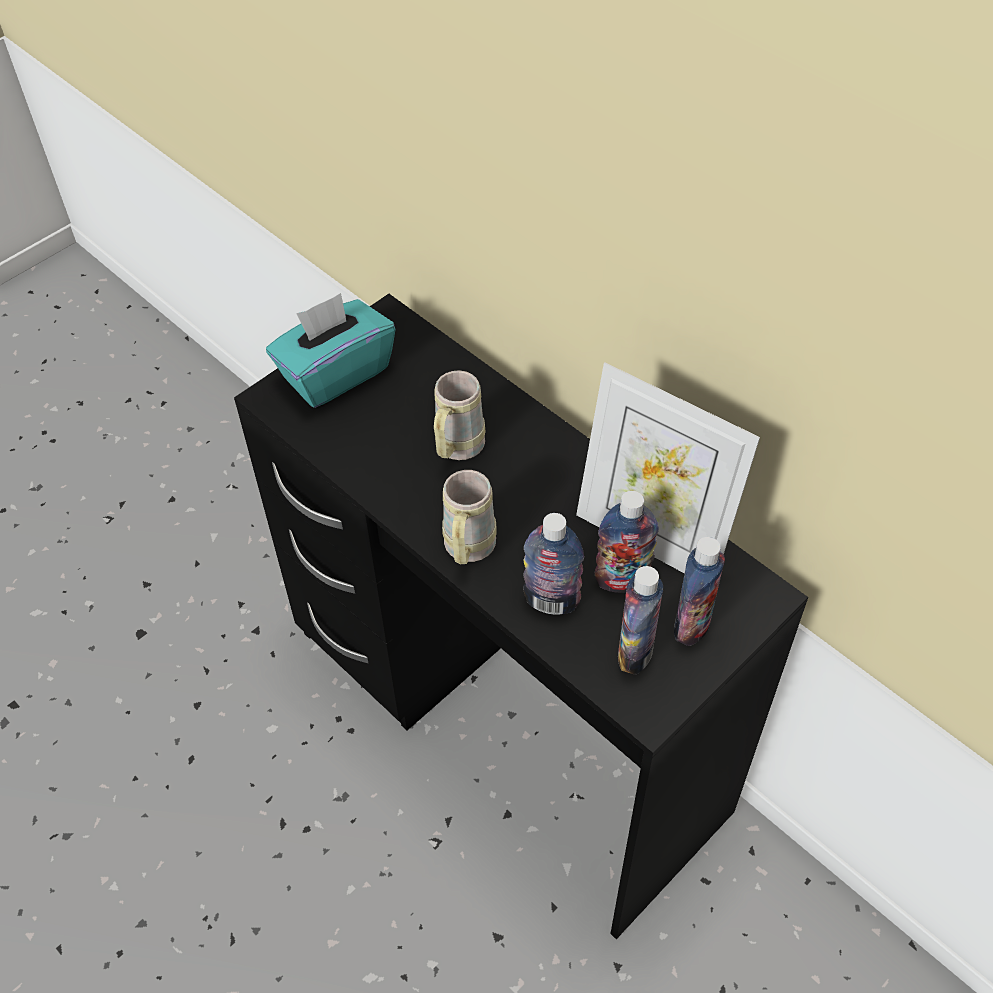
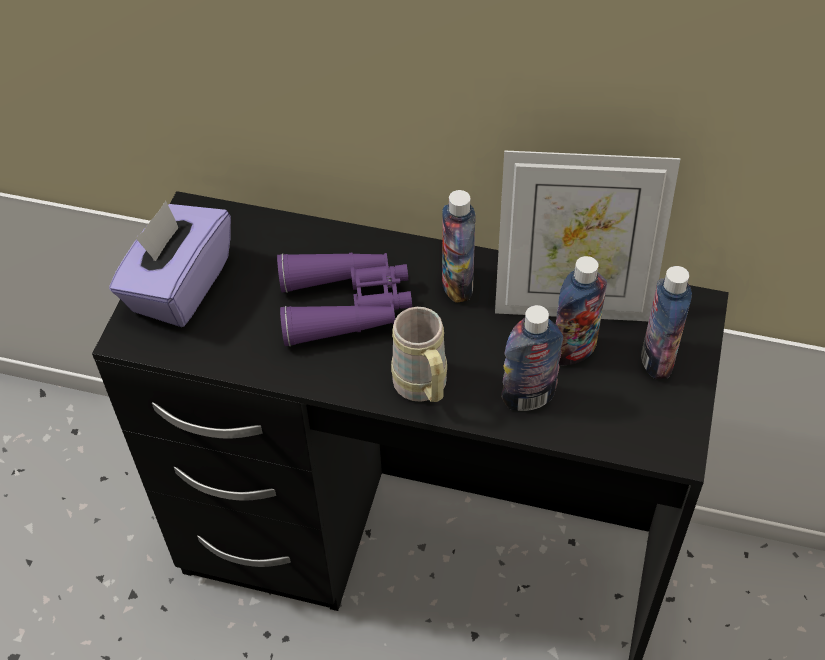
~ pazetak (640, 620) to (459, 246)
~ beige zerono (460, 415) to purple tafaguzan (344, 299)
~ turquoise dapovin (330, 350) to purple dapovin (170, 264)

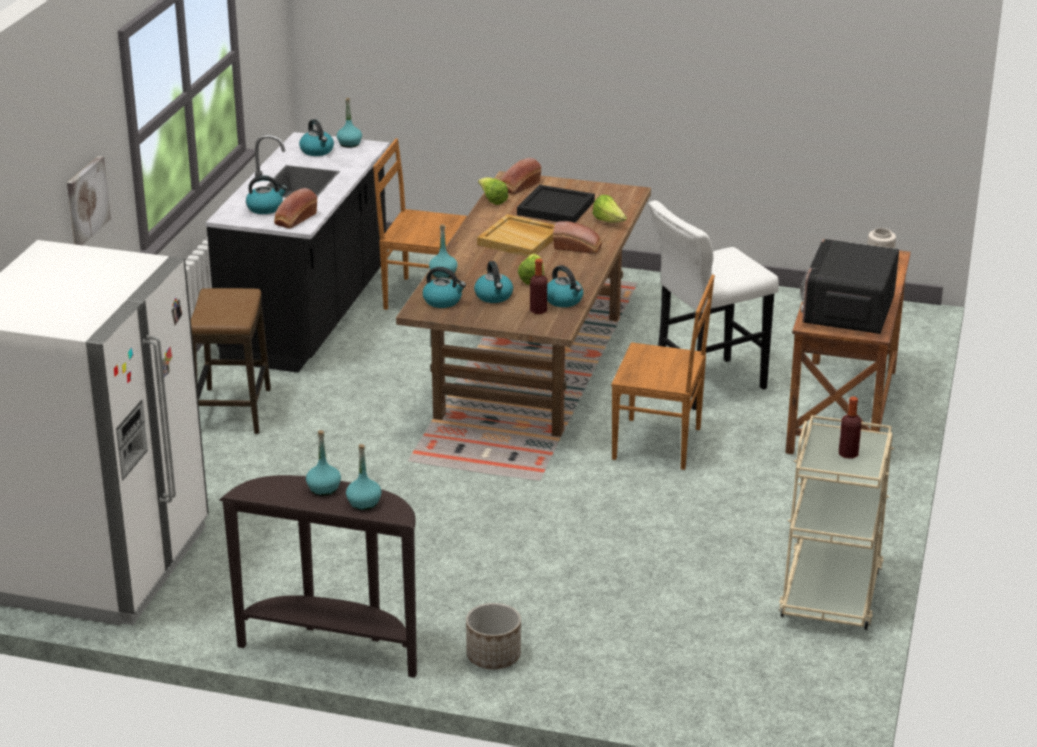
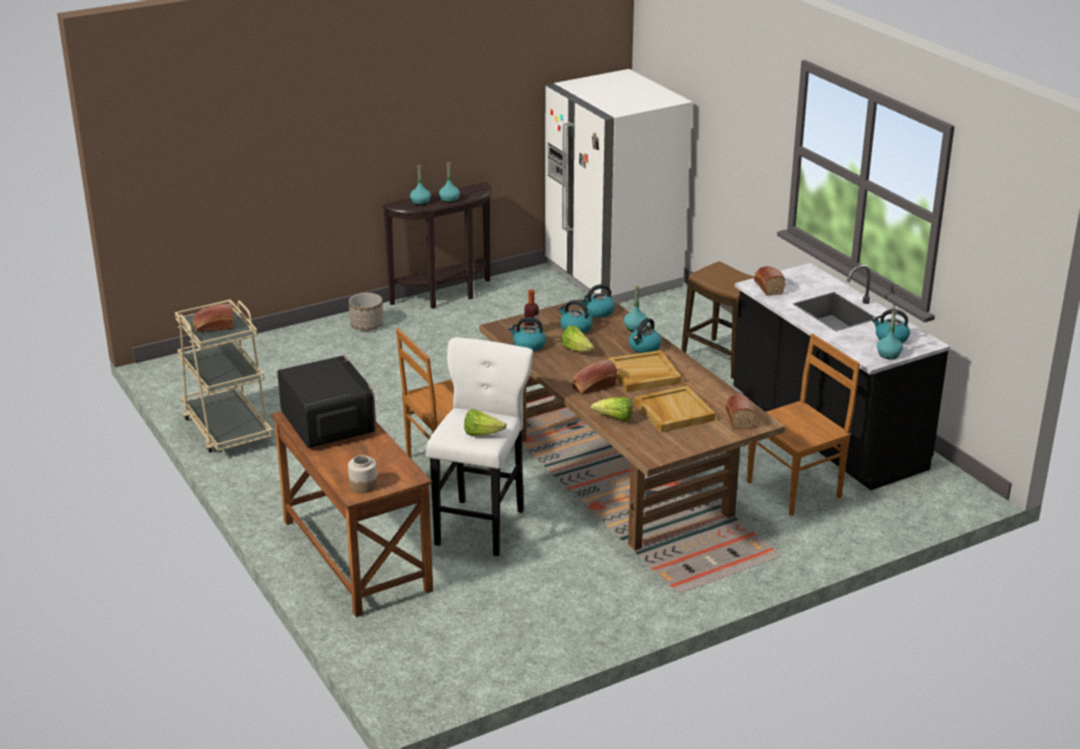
- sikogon (89, 200)
~ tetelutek (267, 195) to (645, 335)
~ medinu (493, 191) to (485, 422)
~ pazetak (850, 427) to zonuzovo (213, 318)
~ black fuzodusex (556, 204) to beige fuzodusex (675, 409)

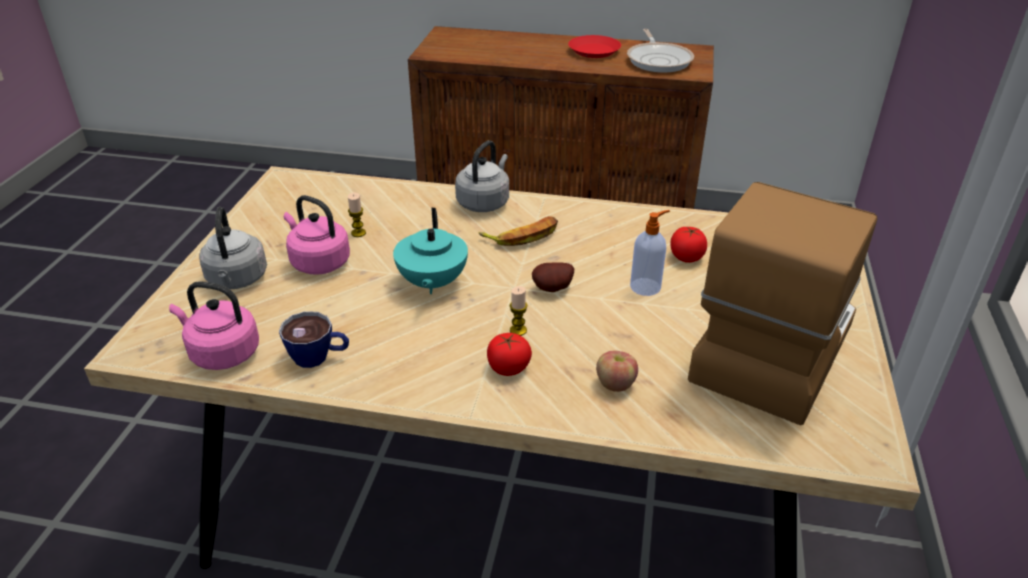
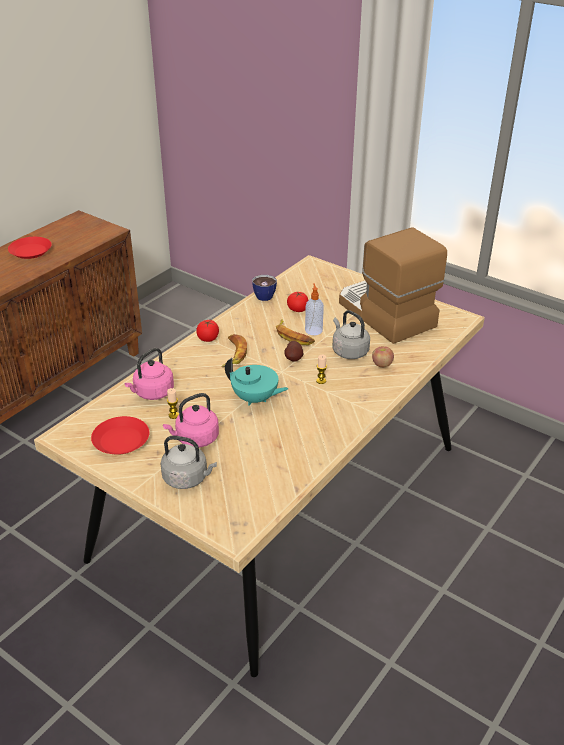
- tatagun (660, 51)
+ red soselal (120, 435)
+ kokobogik (295, 332)
~ pink tetelutek (214, 325) to (149, 374)
~ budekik (314, 339) to (264, 288)
~ grey tetelutek (482, 176) to (351, 334)
~ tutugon (509, 354) to (207, 331)

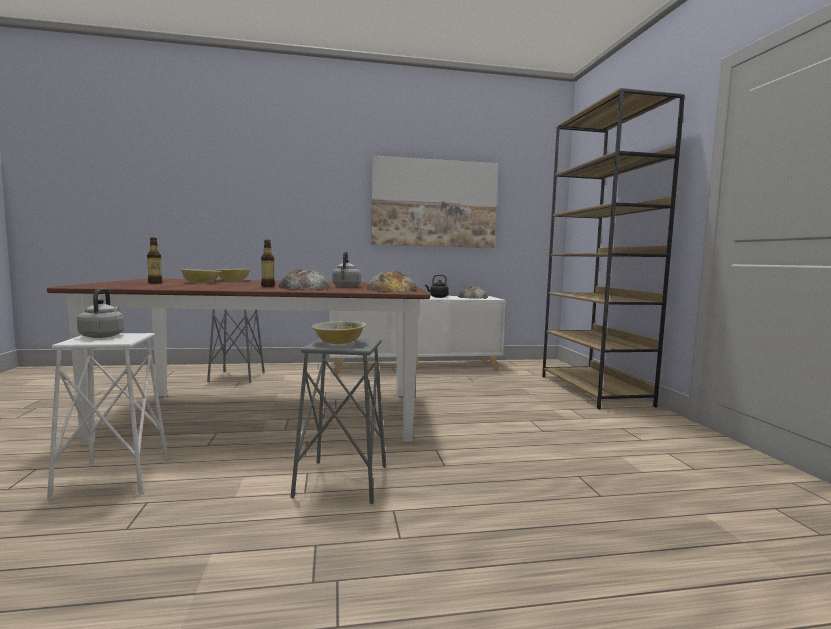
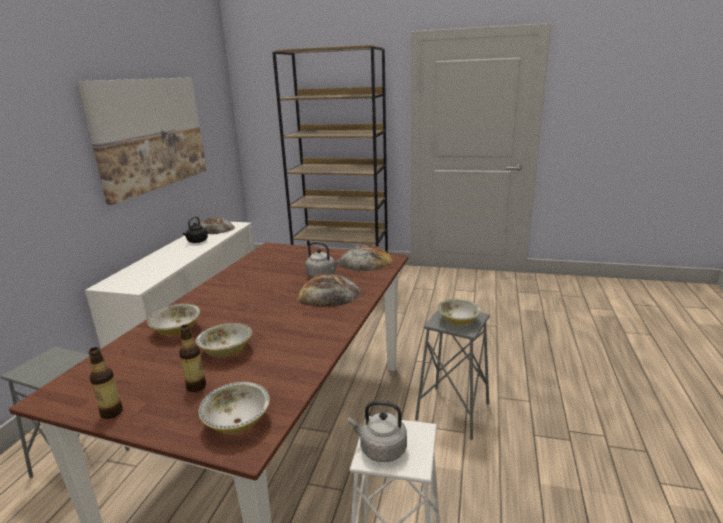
+ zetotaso (234, 408)
~ pazetak (268, 263) to (105, 383)

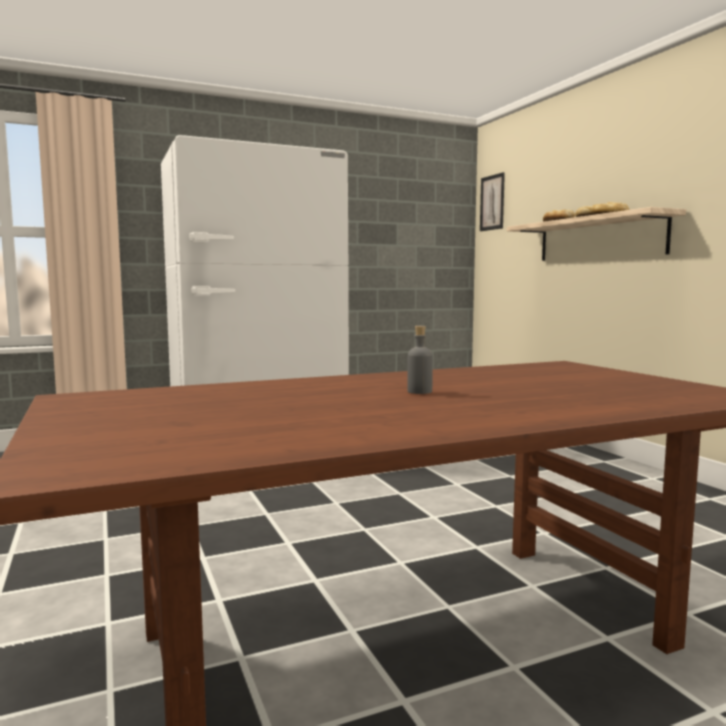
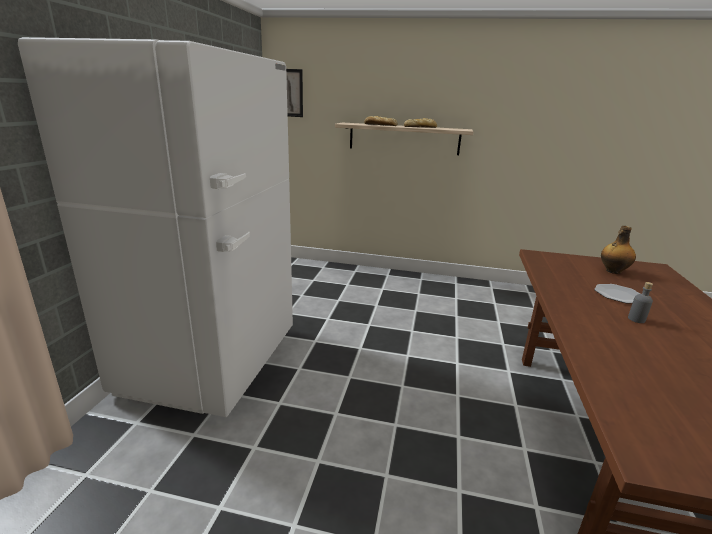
+ soselal (617, 293)
+ pazetak (618, 250)

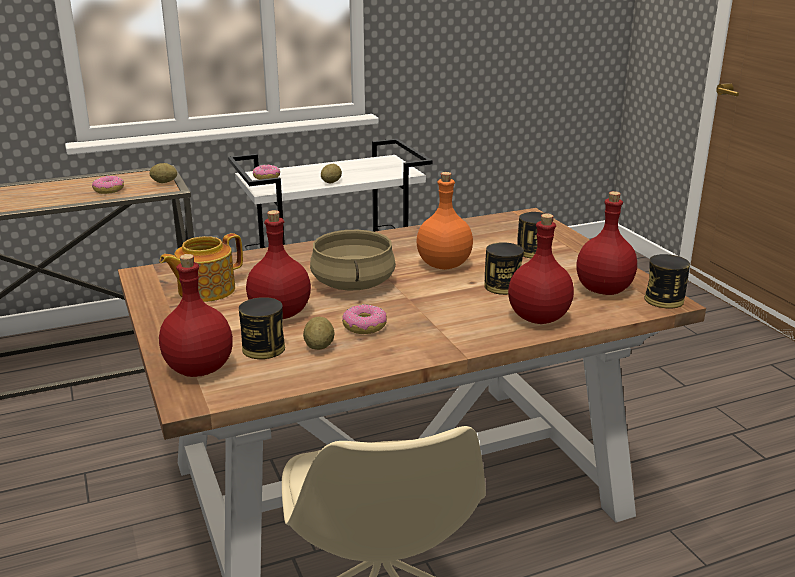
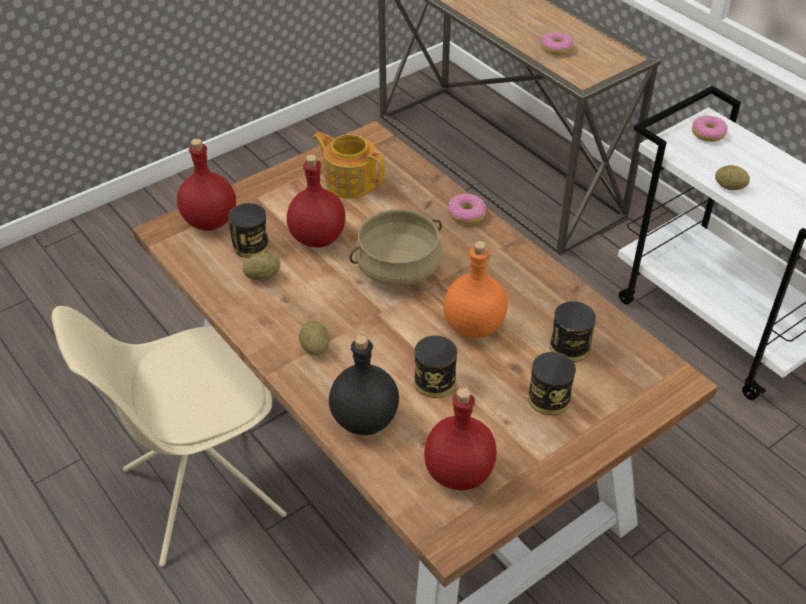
~ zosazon (163, 173) to (314, 338)
~ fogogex (364, 319) to (467, 209)
~ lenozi (667, 281) to (573, 331)
~ red pazetak (541, 269) to black pazetak (364, 384)

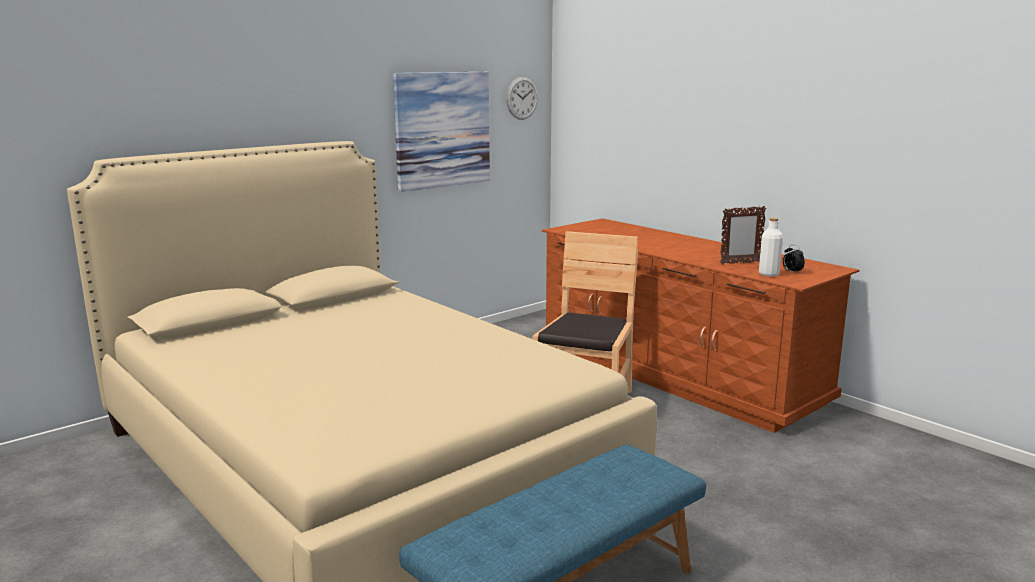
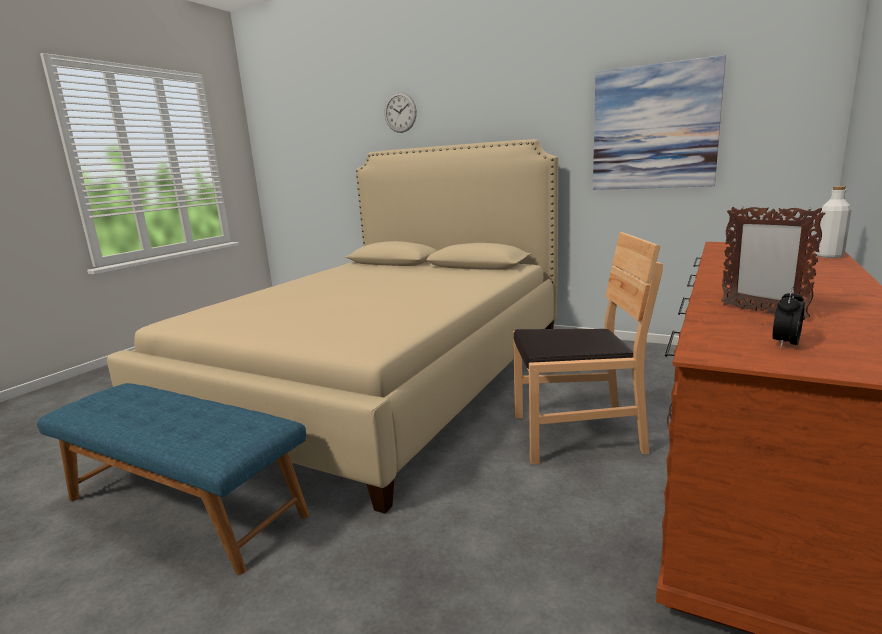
~ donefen (522, 98) to (400, 112)
~ white pazetak (771, 247) to (833, 222)

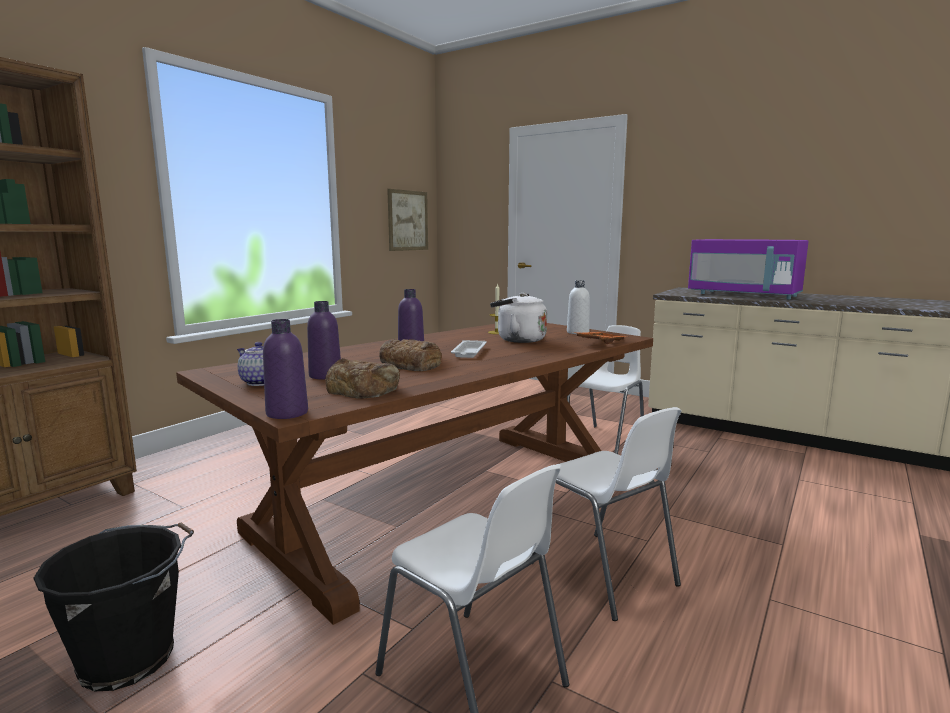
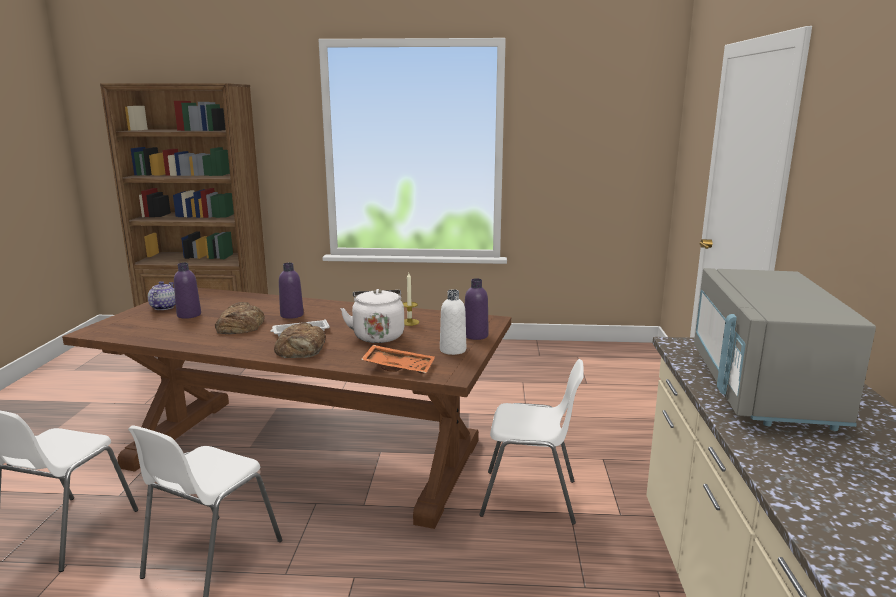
- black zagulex (113, 607)
- sikogon (407, 220)
~ purple pazetak (285, 369) to (477, 309)
~ zonuzovo (362, 378) to (300, 340)
~ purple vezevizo (748, 269) to grey vezevizo (785, 349)

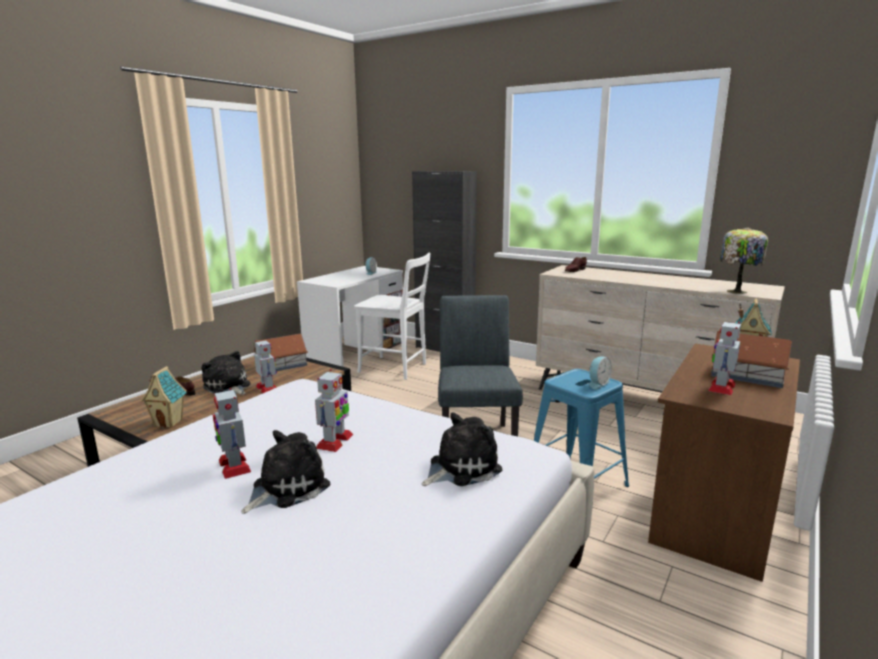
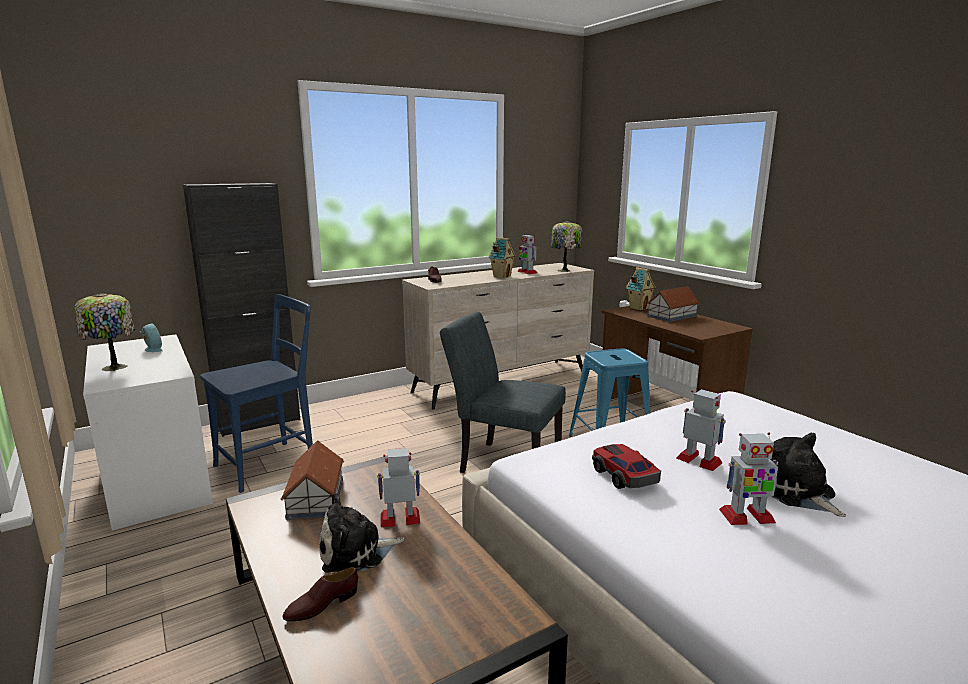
- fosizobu (462, 449)
- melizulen (600, 373)
+ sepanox (104, 332)
+ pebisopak (626, 466)
~ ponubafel (164, 397) to (502, 257)
~ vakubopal (724, 358) to (527, 254)
~ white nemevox (392, 316) to blue nemevox (256, 393)

